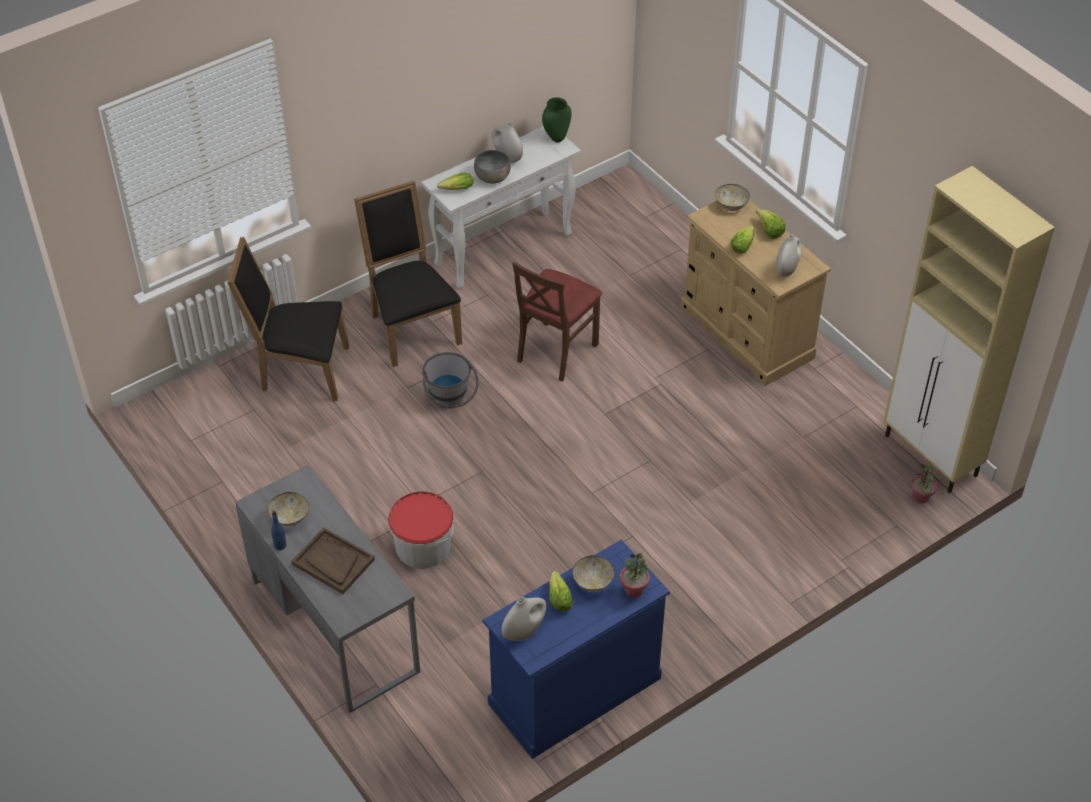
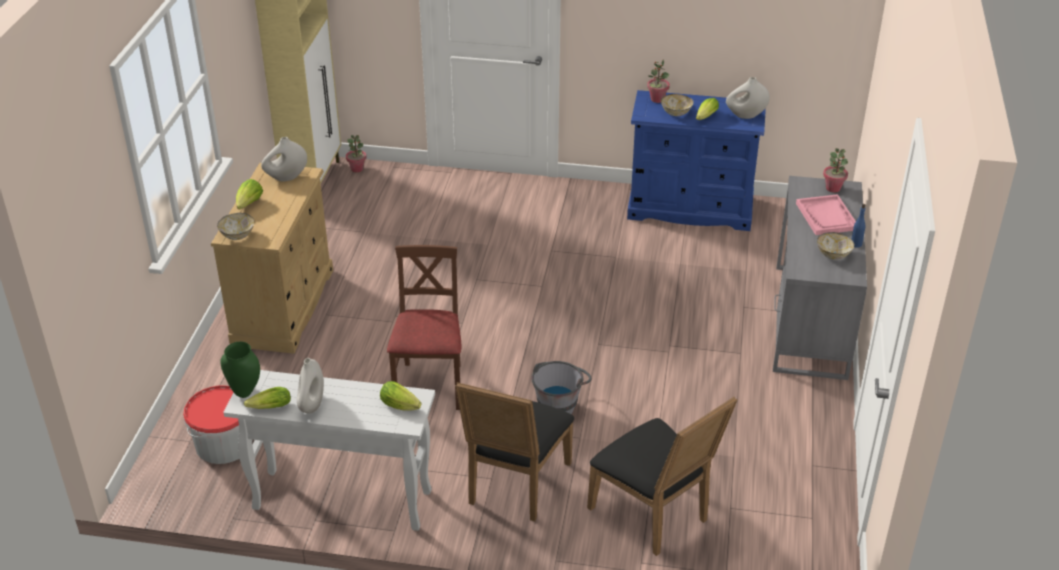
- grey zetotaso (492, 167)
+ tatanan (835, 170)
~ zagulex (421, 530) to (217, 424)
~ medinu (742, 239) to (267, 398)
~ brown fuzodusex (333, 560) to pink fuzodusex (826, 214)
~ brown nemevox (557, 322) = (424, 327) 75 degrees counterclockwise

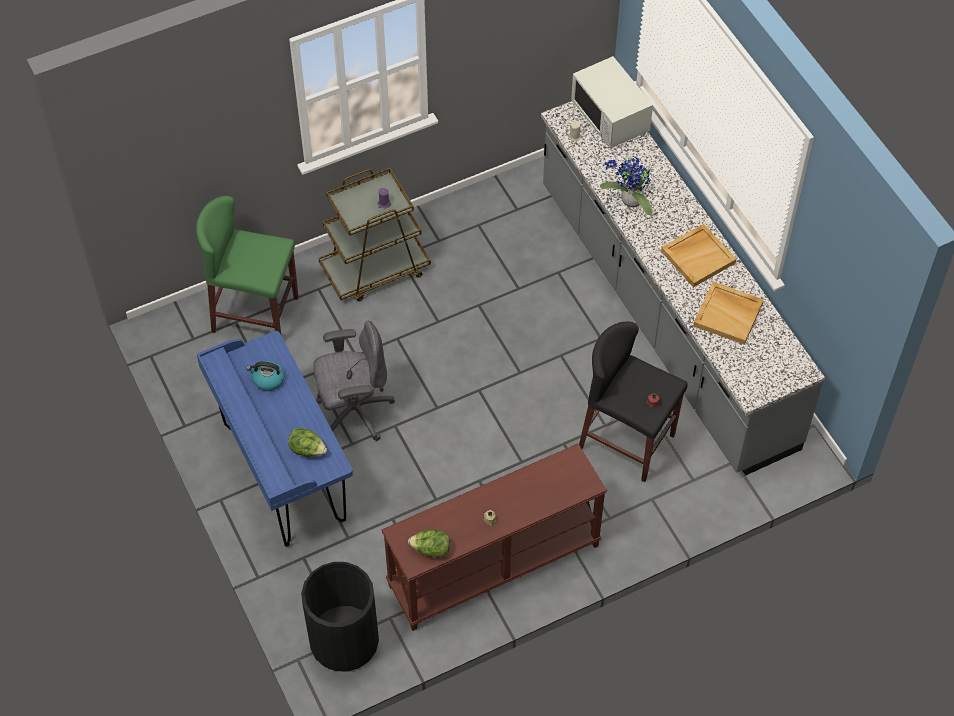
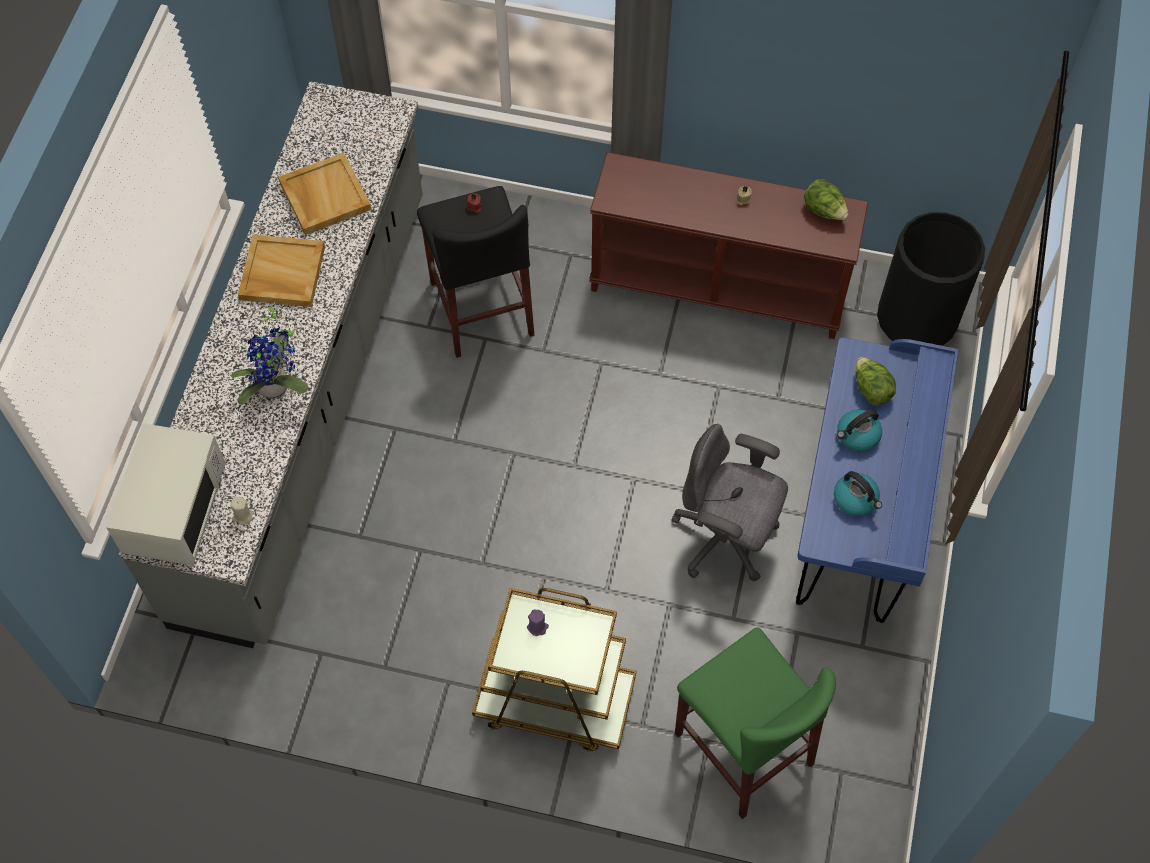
+ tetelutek (859, 430)

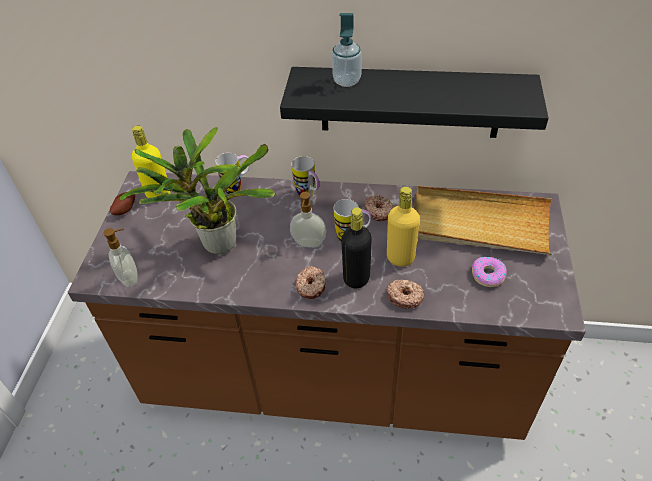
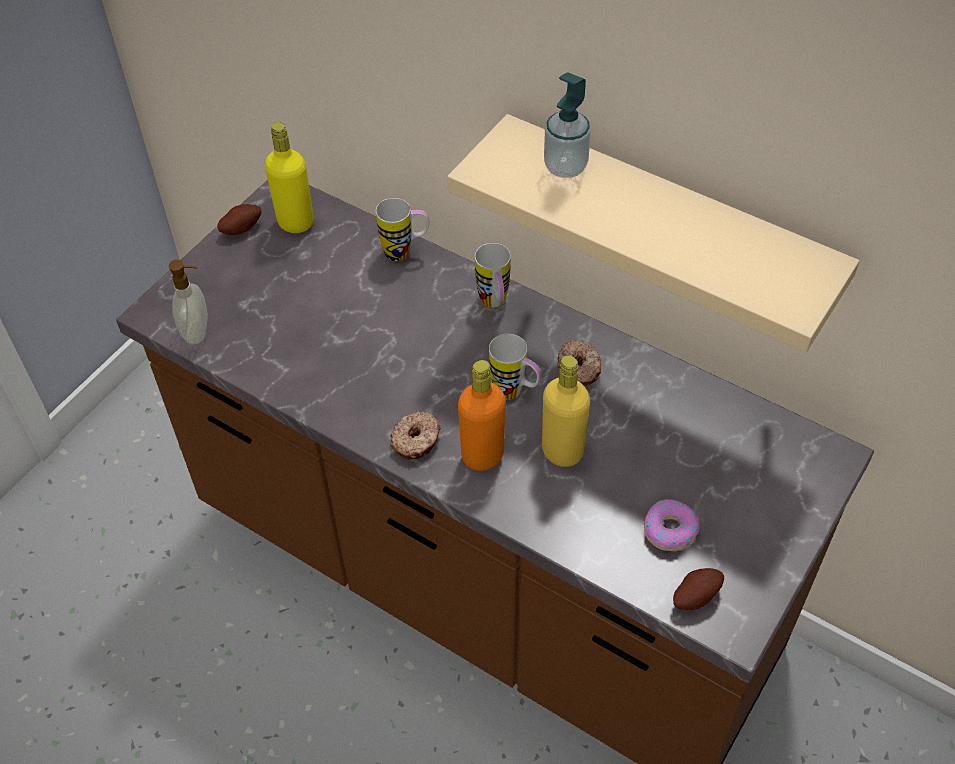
- tatanan (197, 190)
- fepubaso (308, 220)
- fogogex (405, 294)
- beige fuzodusex (482, 220)
+ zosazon (698, 589)
~ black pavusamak (414, 102) to beige pavusamak (653, 233)
~ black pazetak (356, 247) to orange pazetak (482, 415)

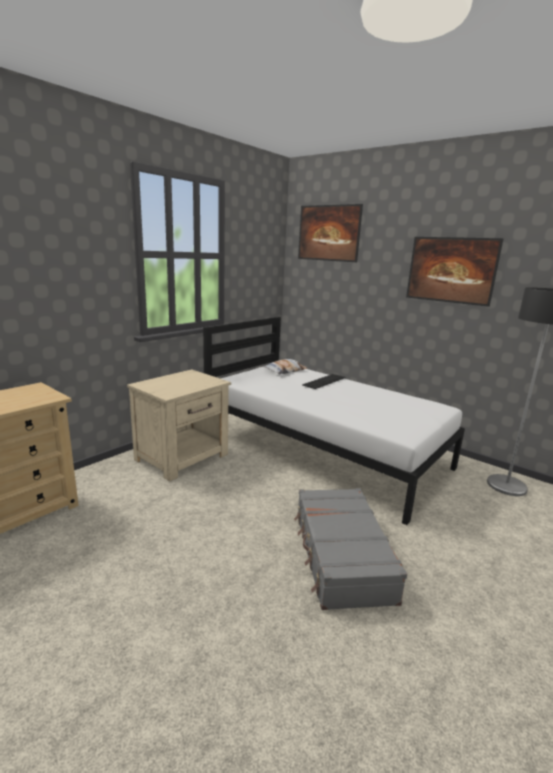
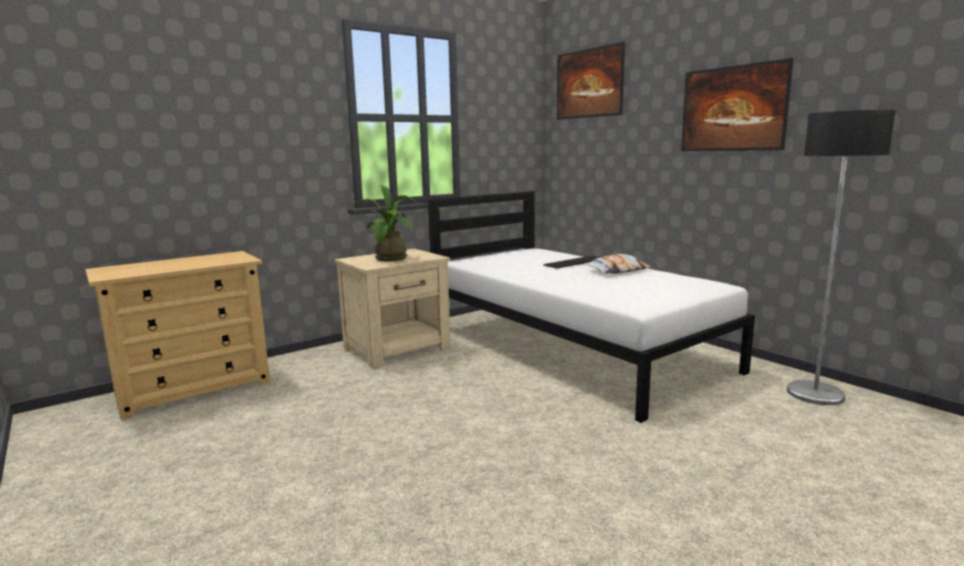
- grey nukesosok (350, 549)
+ tatanan (385, 223)
~ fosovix (285, 366) to (617, 264)

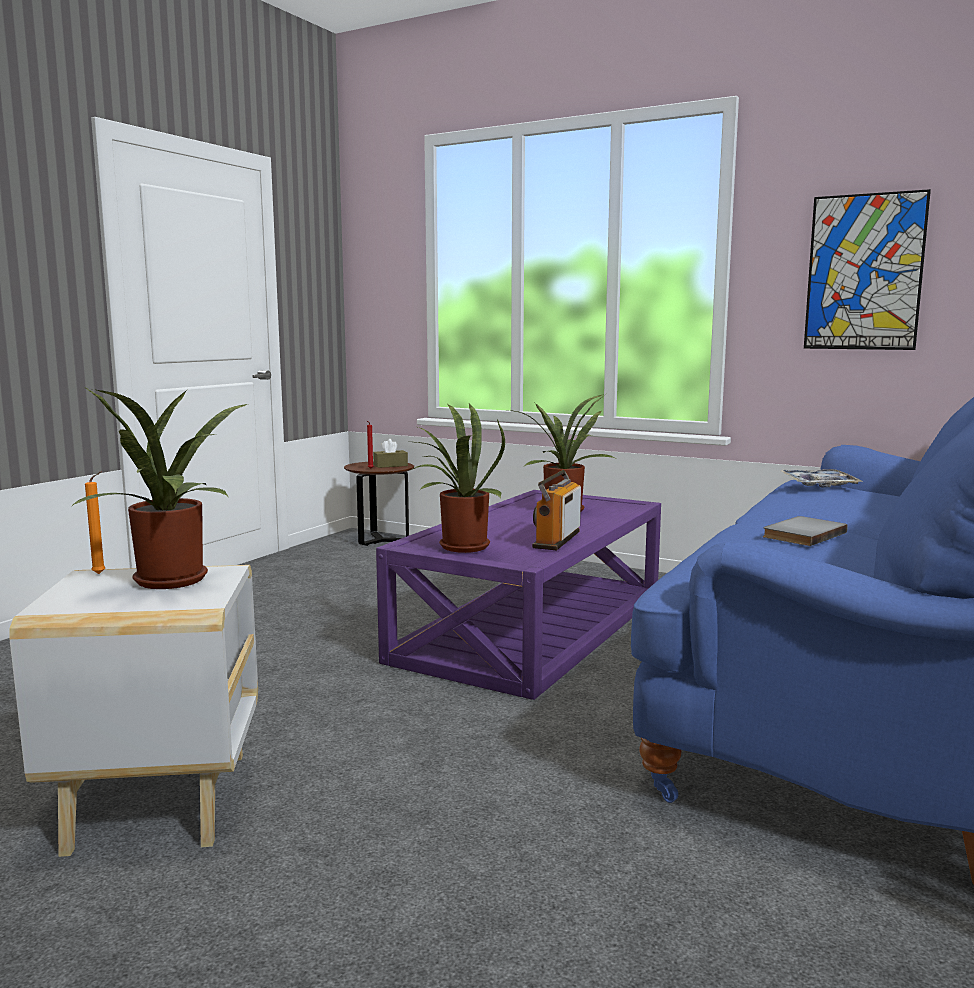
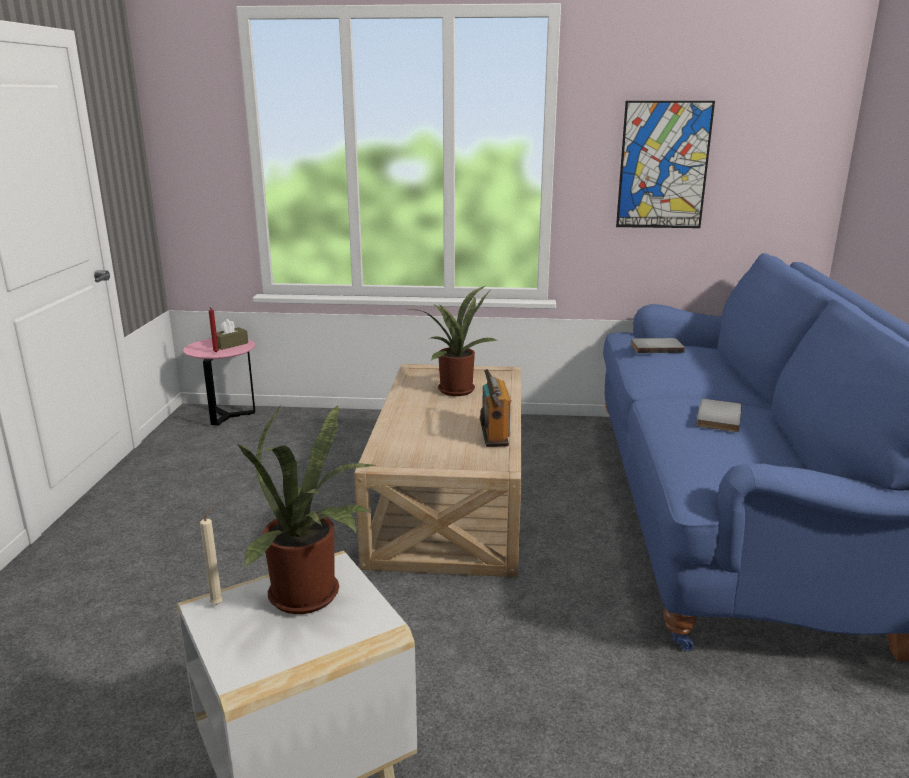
- tatanan (457, 478)
~ fuzodusex (821, 478) to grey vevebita (658, 345)
~ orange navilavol (95, 522) to beige navilavol (211, 556)
~ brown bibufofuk (379, 504) to pink bibufofuk (219, 382)
~ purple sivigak (518, 595) to beige sivigak (437, 470)

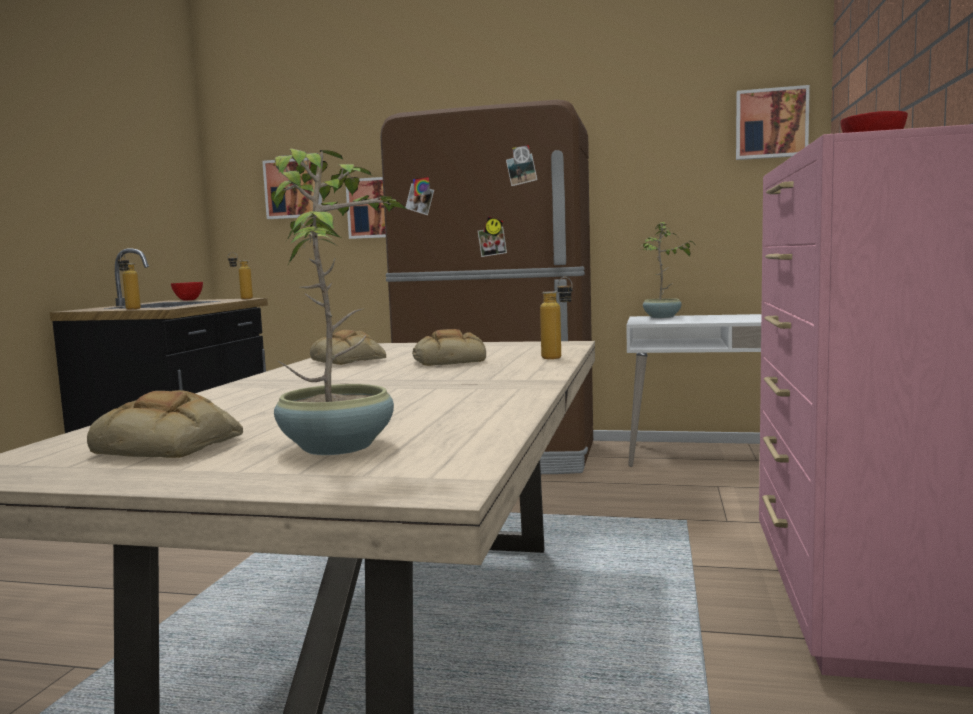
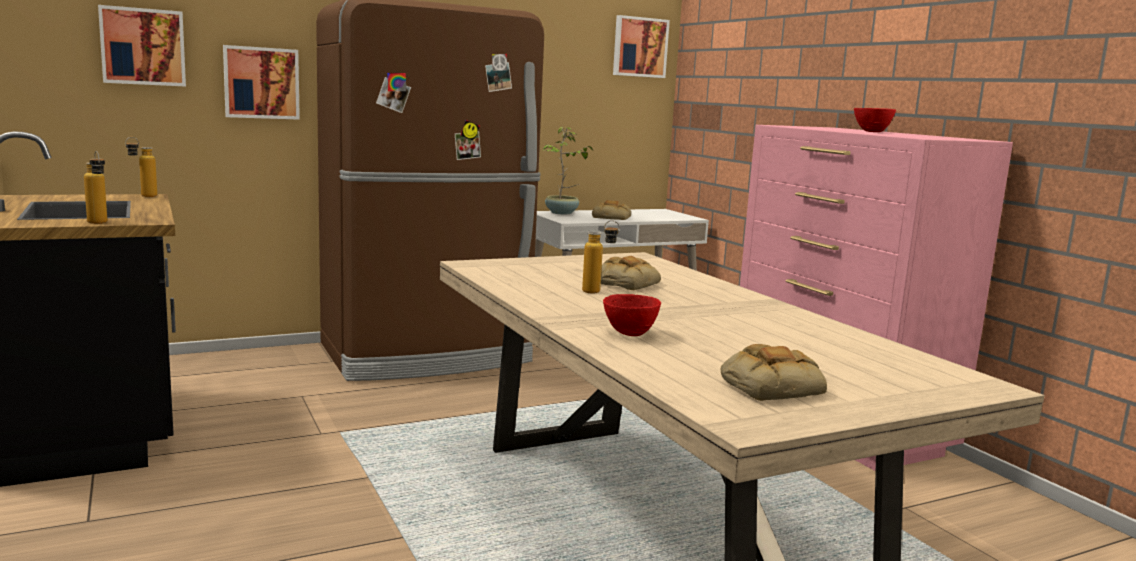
- tatanan (339, 301)
~ red zetotaso (187, 291) to (632, 315)
~ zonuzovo (348, 347) to (611, 210)
~ pazetak (556, 318) to (601, 256)

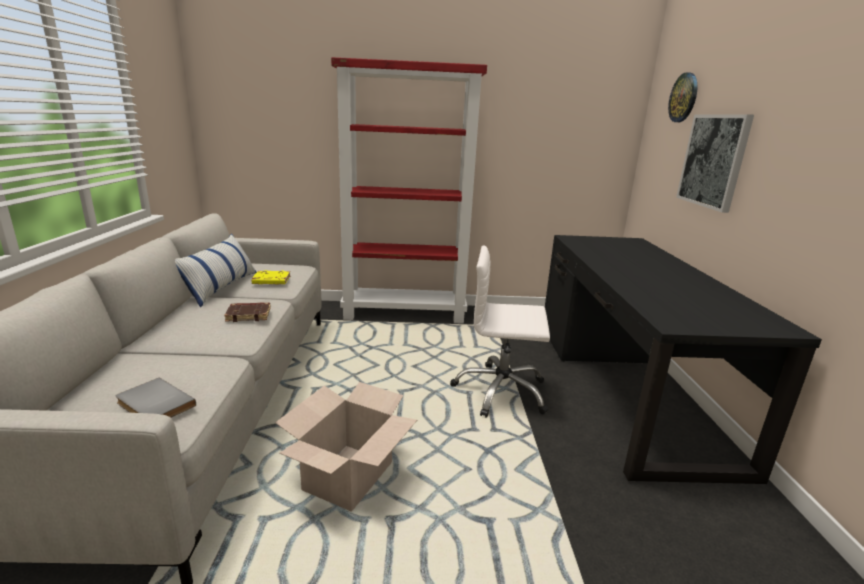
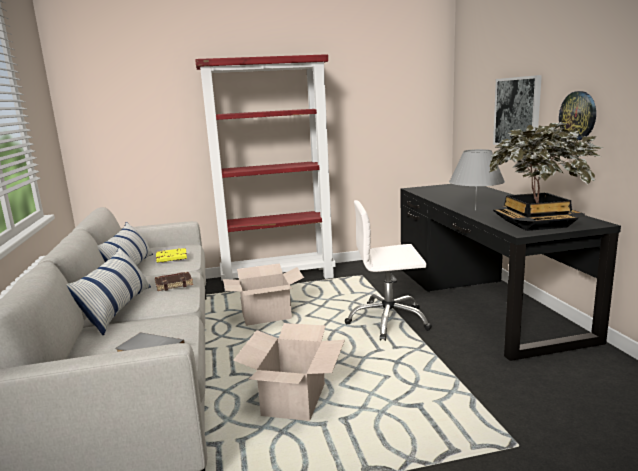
+ fosovix (109, 291)
+ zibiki (263, 294)
+ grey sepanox (477, 179)
+ tatanan (545, 175)
~ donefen (683, 97) to (577, 115)

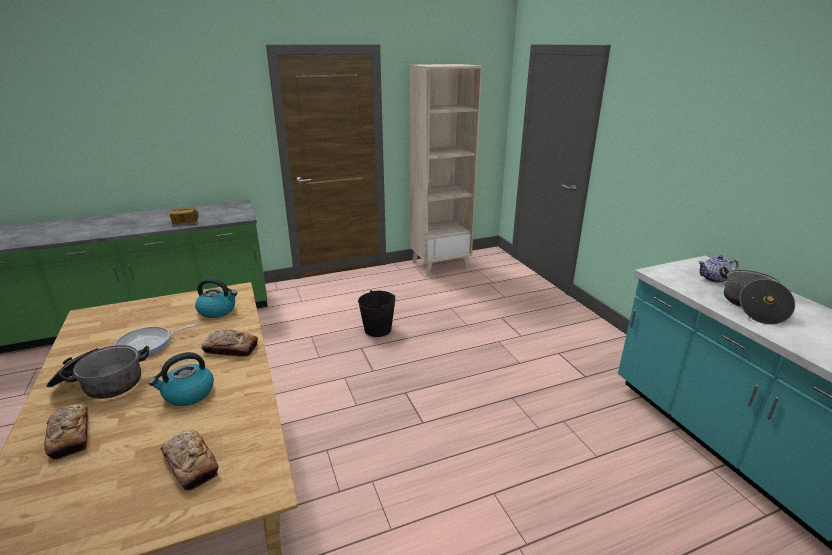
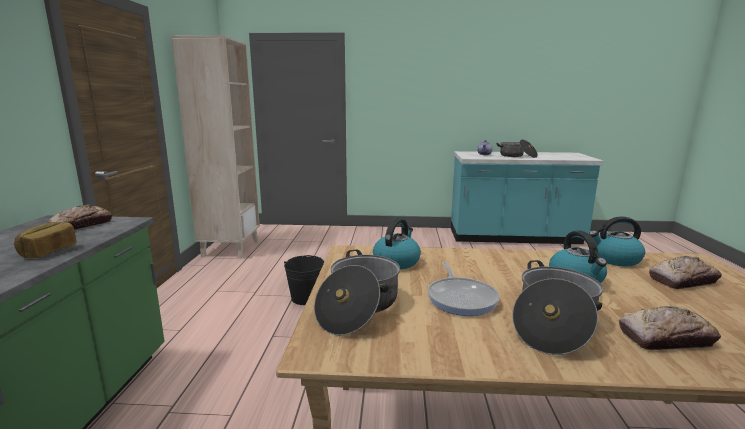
+ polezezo (357, 293)
+ tetelutek (617, 241)
~ zonuzovo (229, 343) to (79, 217)

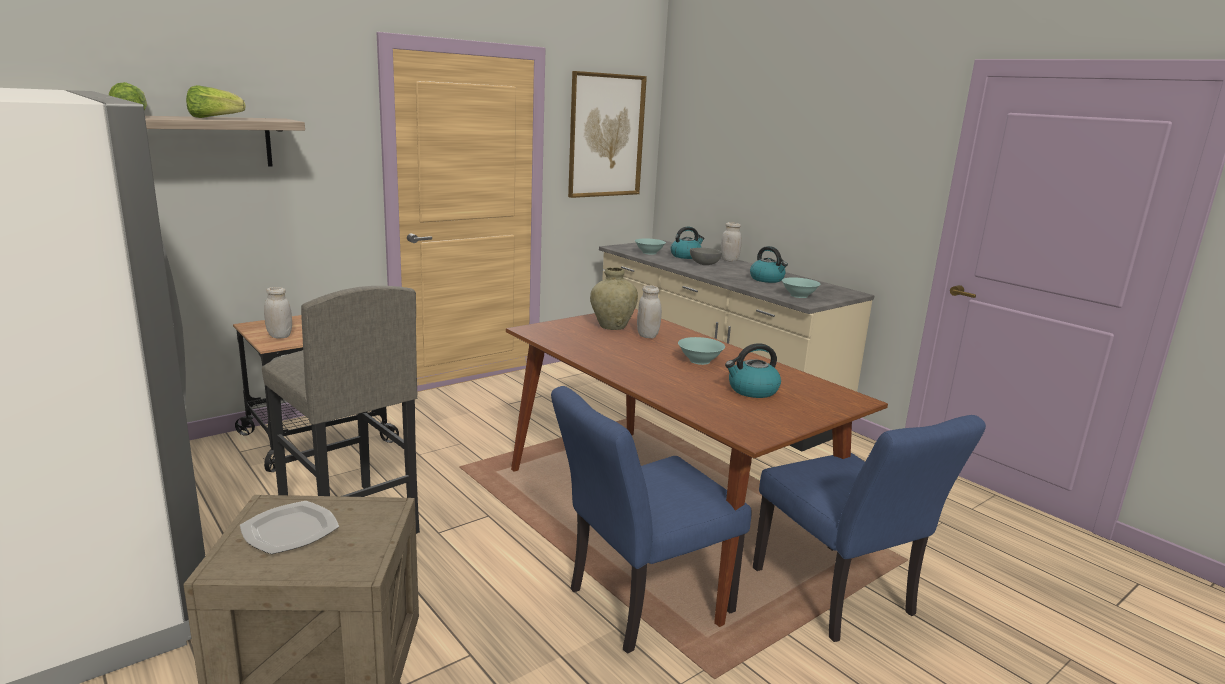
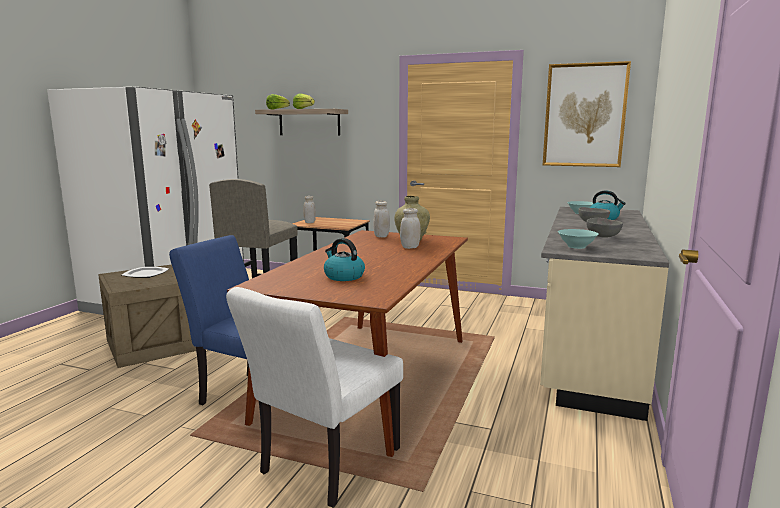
- turquoise zetotaso (701, 351)
~ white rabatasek (731, 241) to (381, 219)
~ tetelutek (769, 264) to grey zetotaso (604, 227)
~ blue nemevox (869, 528) to white nemevox (314, 397)

